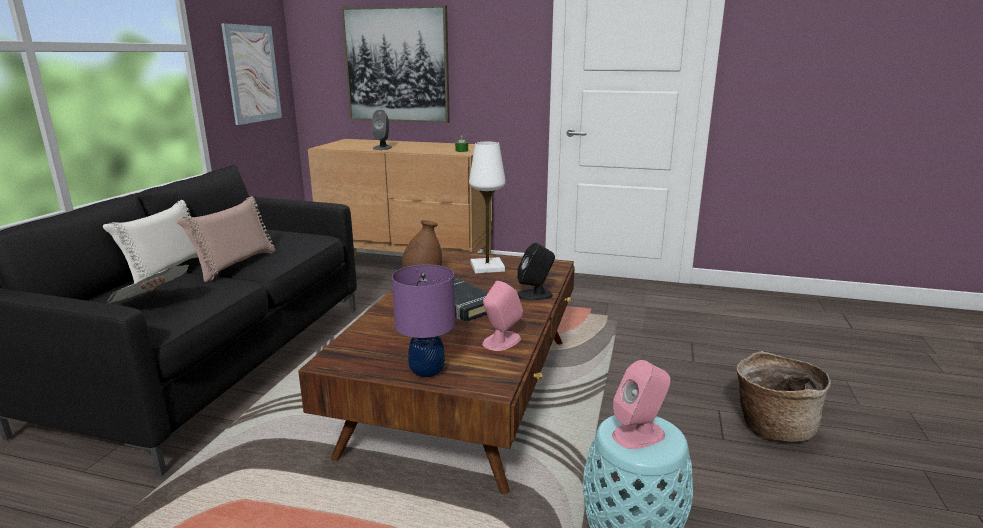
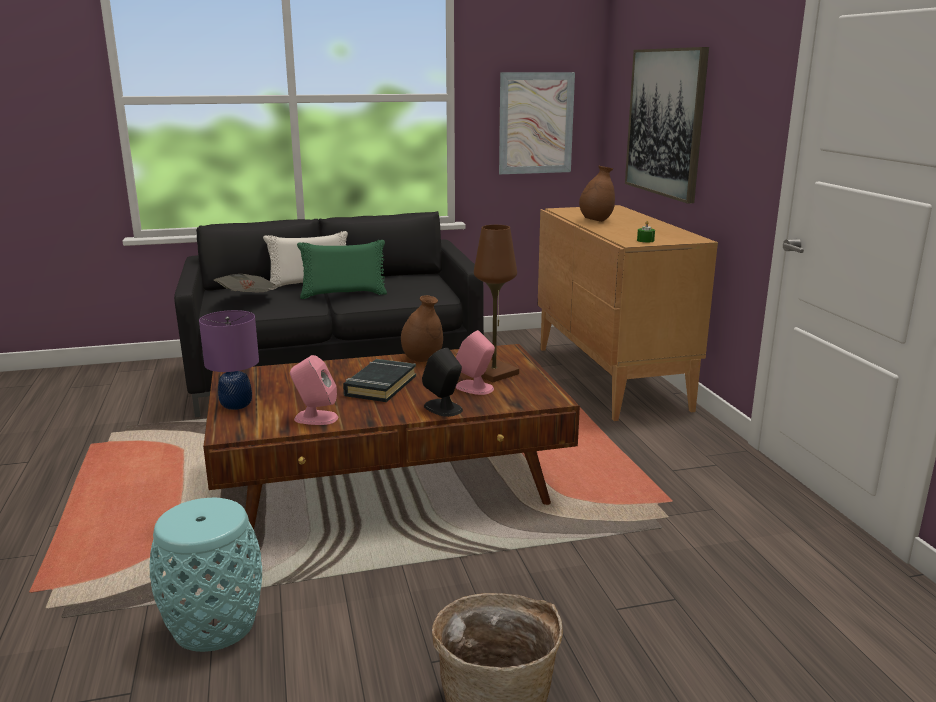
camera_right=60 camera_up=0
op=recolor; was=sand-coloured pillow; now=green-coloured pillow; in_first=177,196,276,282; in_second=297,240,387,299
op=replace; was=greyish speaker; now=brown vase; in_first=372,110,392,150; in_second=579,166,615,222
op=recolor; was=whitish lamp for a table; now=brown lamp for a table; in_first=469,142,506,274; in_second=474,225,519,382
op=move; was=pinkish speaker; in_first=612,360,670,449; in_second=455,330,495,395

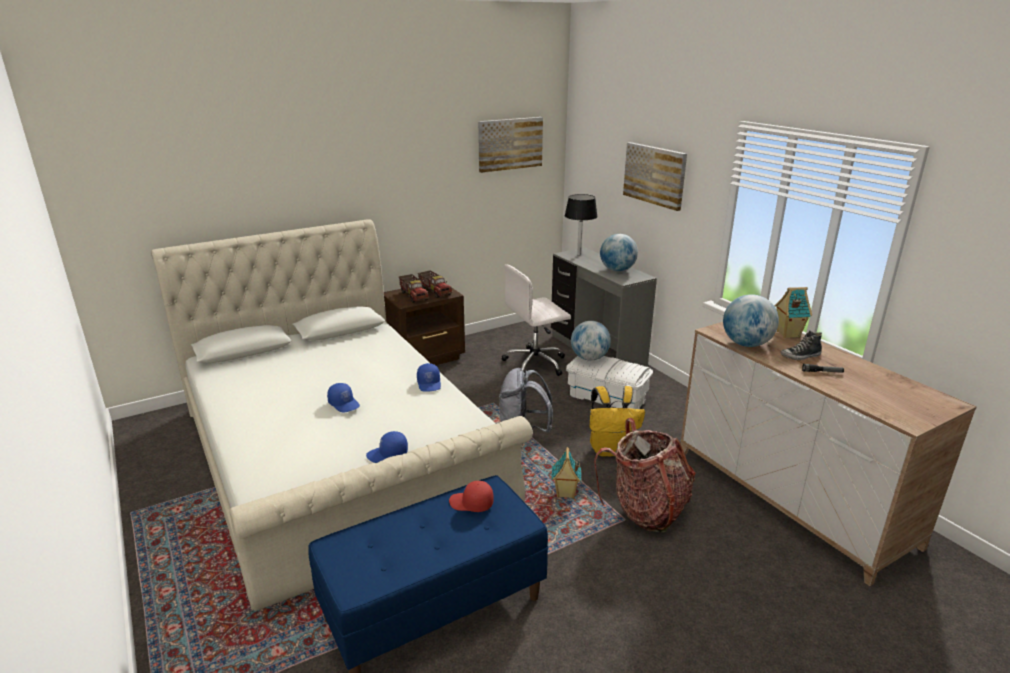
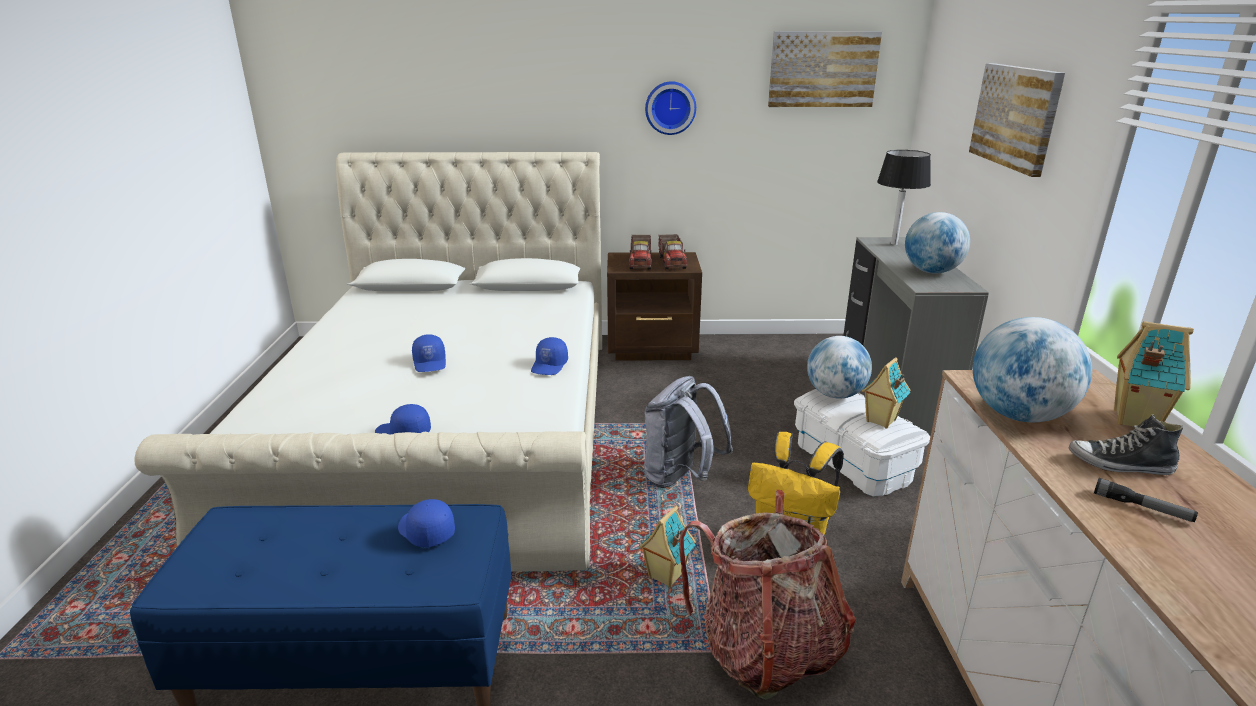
camera_right=30 camera_up=0
op=recolor; was=reddish baseball cap; now=blue-coloured baseball cap; in_first=449,481,494,512; in_second=398,499,455,547
op=delete; was=whitish office chair; in_first=501,264,571,376
op=insert; now=hanging clock; in_second=645,81,696,135
op=insert; now=miniature house; in_second=862,357,911,429

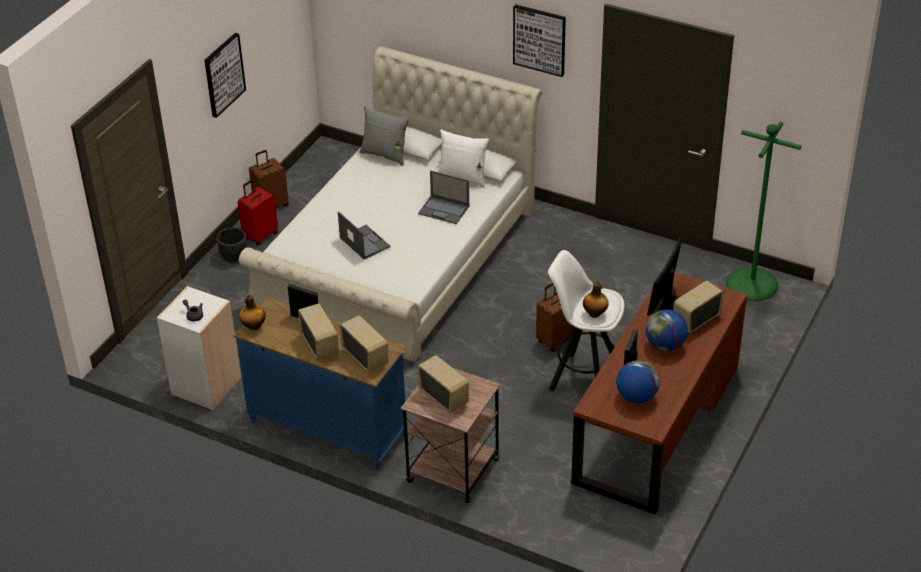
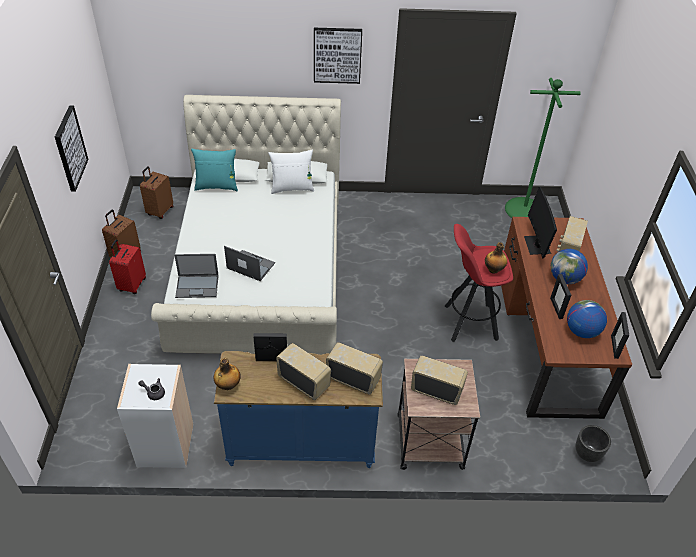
camera_right=-30 camera_up=5
op=move; was=black plant pot; in_first=216,227,247,263; in_second=576,425,611,462
op=recolor; was=greyish pillow; now=blue-green pillow; in_first=359,106,409,166; in_second=191,149,238,191
op=move; was=laptop; in_first=418,170,469,224; in_second=174,254,219,298
op=move; was=brown travel case; in_first=536,283,574,352; in_second=140,166,173,219
op=recolor; was=whitish stool; now=reddish stool; in_first=548,250,625,391; in_second=445,224,513,342
op=insert; now=picture frame; in_second=611,312,629,359

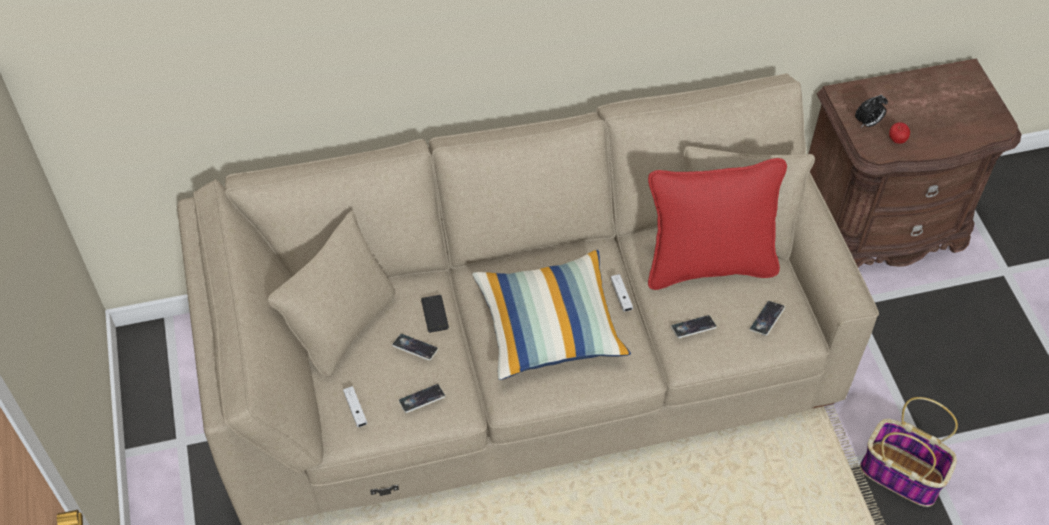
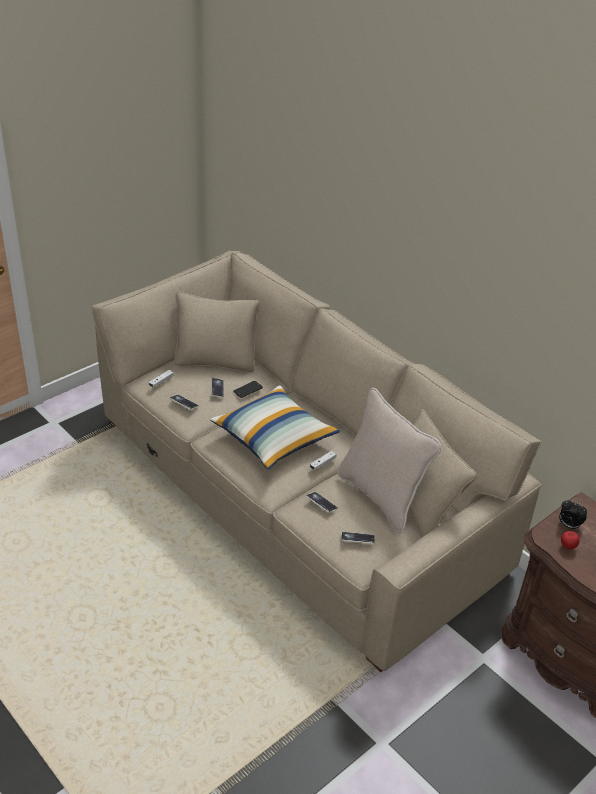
camera_right=60 camera_up=-15
op=recolor; was=reddish pillow; now=sand-coloured pillow; in_first=648,158,787,290; in_second=337,388,441,533
op=delete; was=household basket; in_first=860,397,958,507

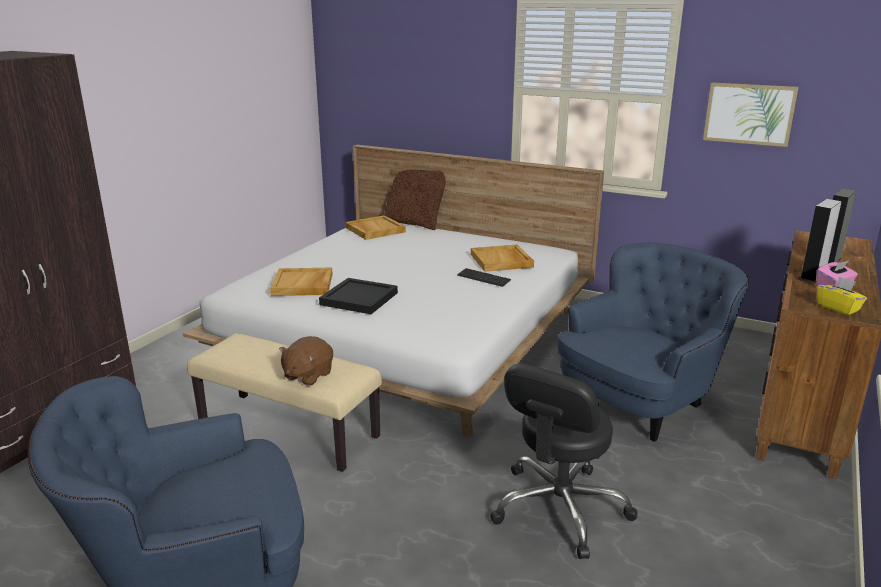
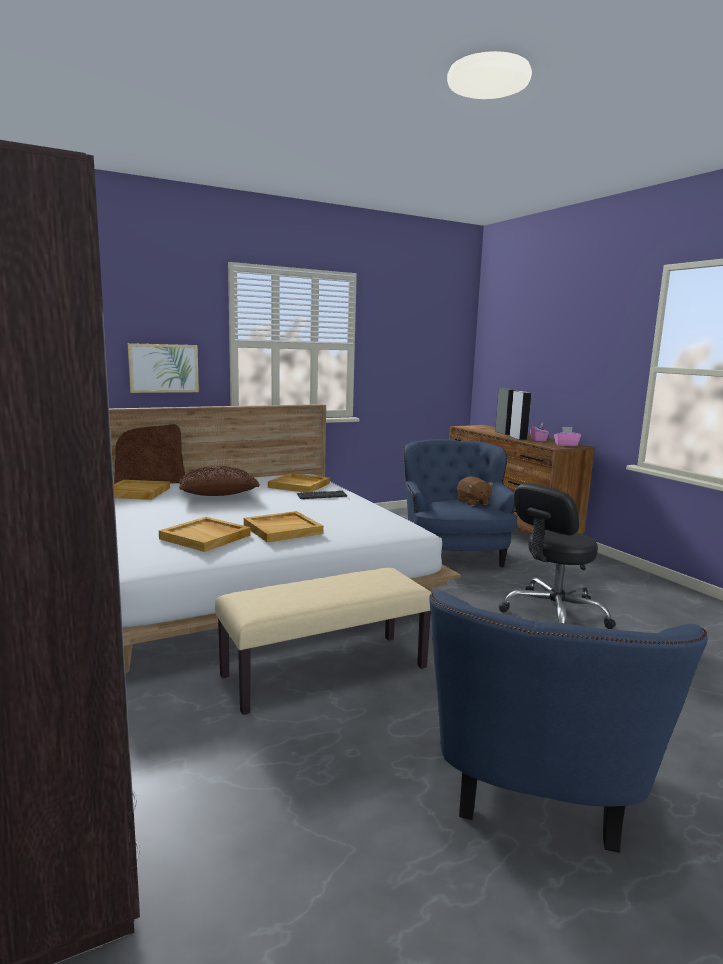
camera_right=-55 camera_up=-10
op=move; was=brown cuddly toy; in_first=279,336,333,386; in_second=457,477,493,506
op=recolor; was=black serving tray; now=sand-coloured serving tray; in_first=319,278,398,314; in_second=244,511,323,543
op=rotate; was=black office chair; in_first=490,363,637,559; in_second=499,483,616,629; clockwise=75
op=move; was=wall picture; in_first=703,82,799,147; in_second=127,343,199,393
op=recolor; was=yellow box of tissues; now=pinkish box of tissues; in_first=817,276,867,315; in_second=554,427,581,446
op=insert; now=brown pillow; in_second=179,466,260,496

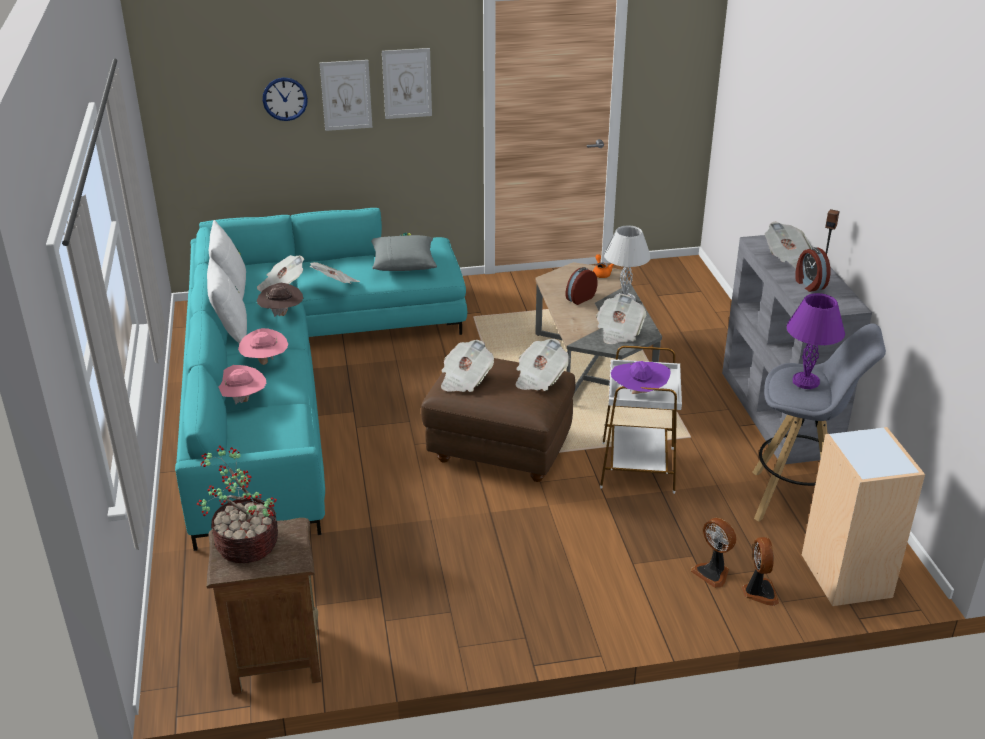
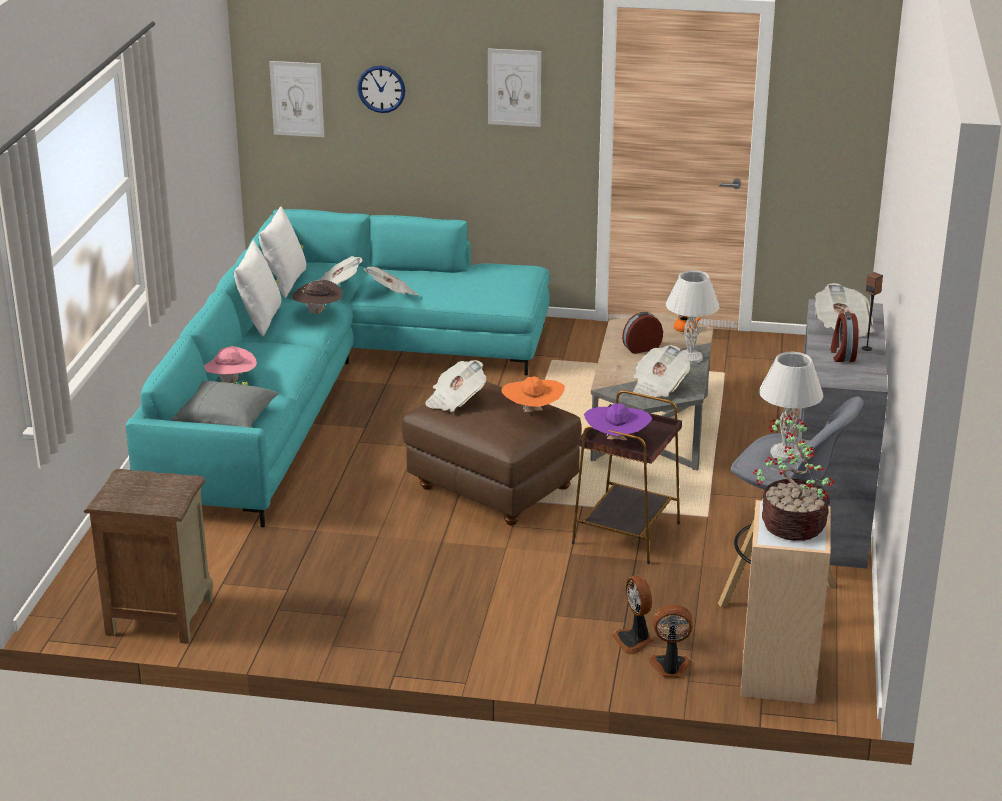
camera_right=20 camera_up=-5
op=move; was=houseplant; in_first=197,446,278,563; in_second=752,415,835,541
op=delete; was=pinkish clothing hat; in_first=238,328,288,365
op=move; was=wall picture; in_first=320,60,372,131; in_second=269,61,324,137
op=move; was=greyish pillow; in_first=371,232,437,271; in_second=171,380,278,427
op=replace; was=daily paper; now=orange clothing hat; in_first=516,339,569,391; in_second=501,376,565,412
op=recolor; was=whitish side table; now=brown side table; in_first=600,346,682,494; in_second=572,390,682,564
op=rotate; was=cooling fan; in_first=742,537,779,606; in_second=649,604,693,678; clockwise=-105
op=recolor; was=purple-coloured lamp for a table; now=whitish lamp for a table; in_first=786,293,845,389; in_second=759,351,823,461

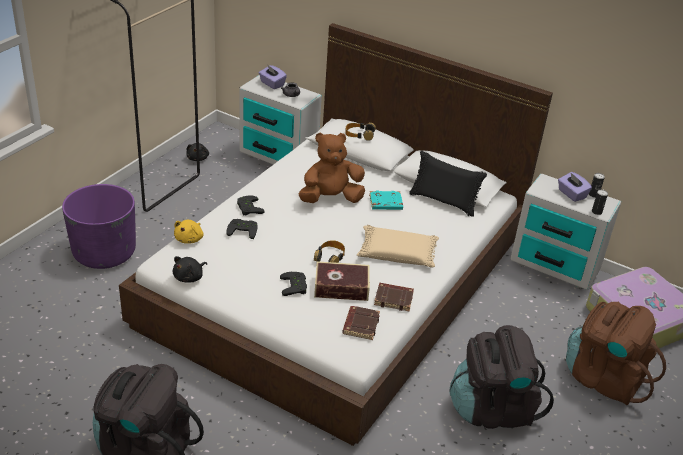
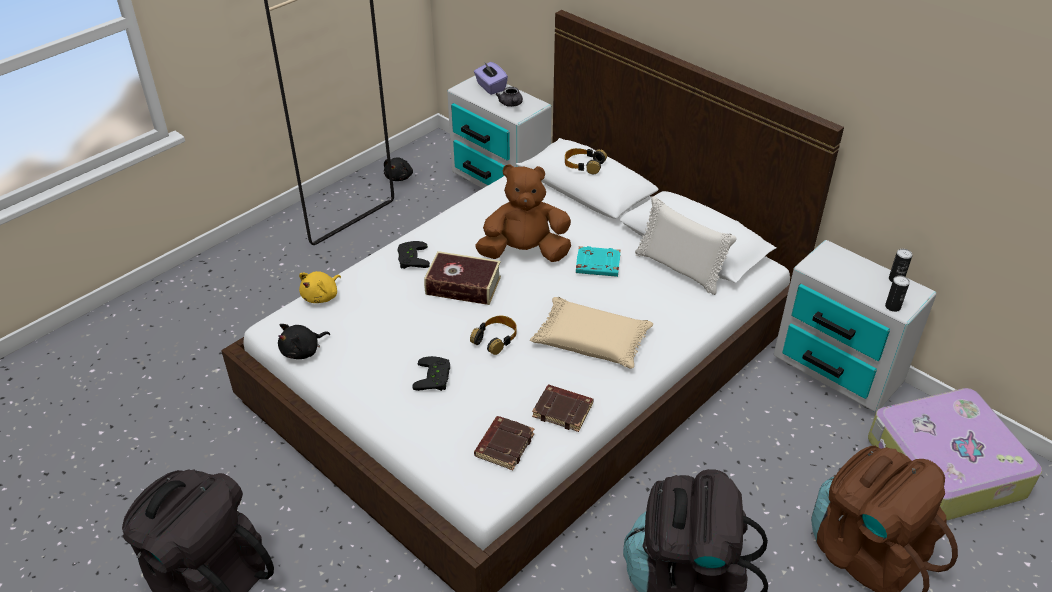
camera_right=15 camera_up=5
op=delete; was=purple-coloured plant pot; in_first=62,184,136,269
op=delete; was=black gamepad; in_first=226,219,258,239
op=move; was=bound book; in_first=314,261,370,301; in_second=424,251,501,305
op=recolor; was=black pillow; now=whitish pillow; in_first=409,151,487,217; in_second=635,196,737,295
op=delete; was=purple-coloured box of tissues; in_first=558,172,592,202

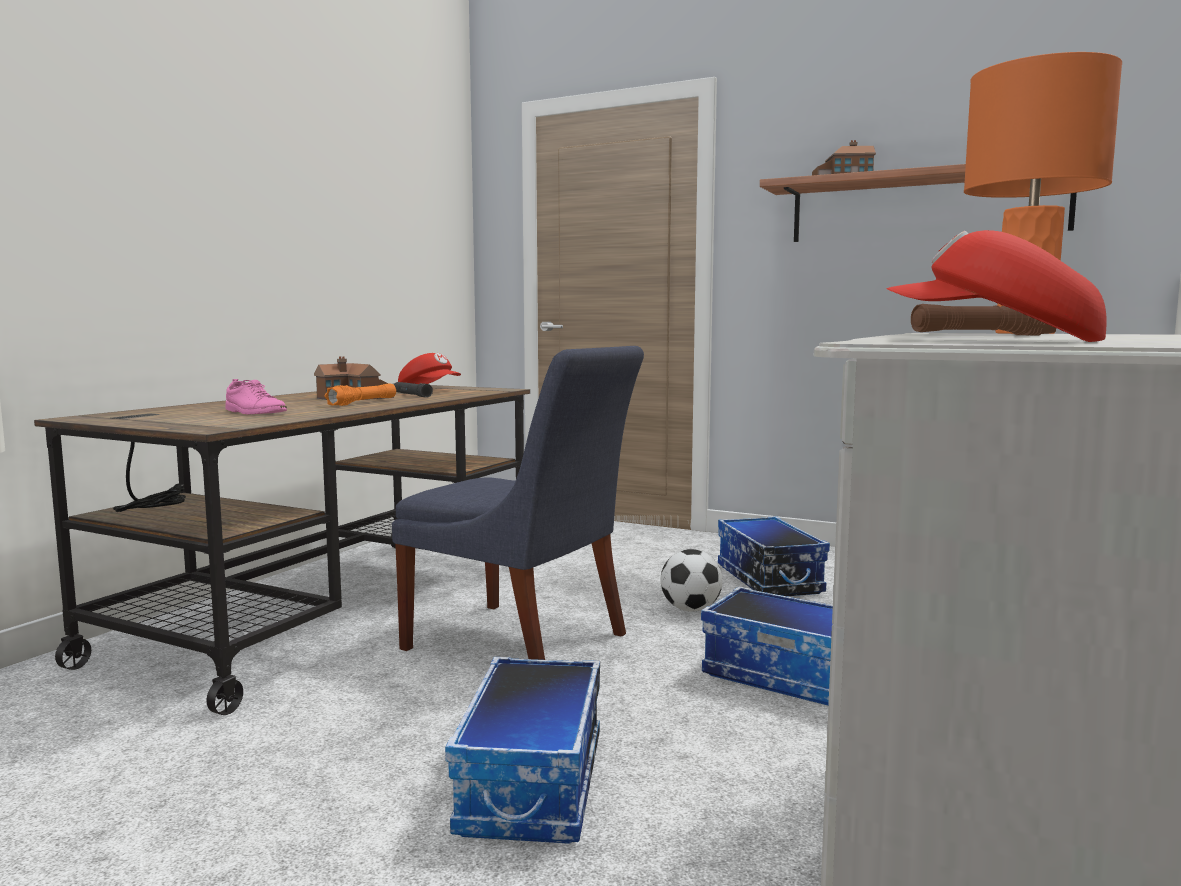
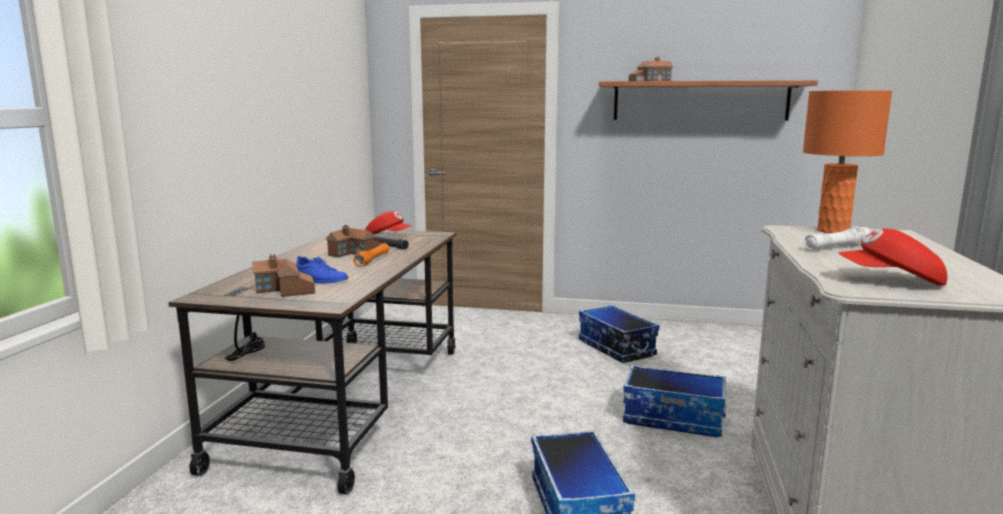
camera_right=-15 camera_up=5
op=recolor; was=pinkish item of footwear; now=blue-coloured item of footwear; in_first=225,379,287,414; in_second=296,256,348,284
op=delete; was=blue-coloured plain chair; in_first=392,346,644,660
op=delete; was=football; in_first=661,549,723,612
op=recolor; was=brown flashlight; now=whitish flashlight; in_first=911,304,1056,336; in_second=804,226,870,250
op=insert; now=miniature house; in_second=252,254,315,297

